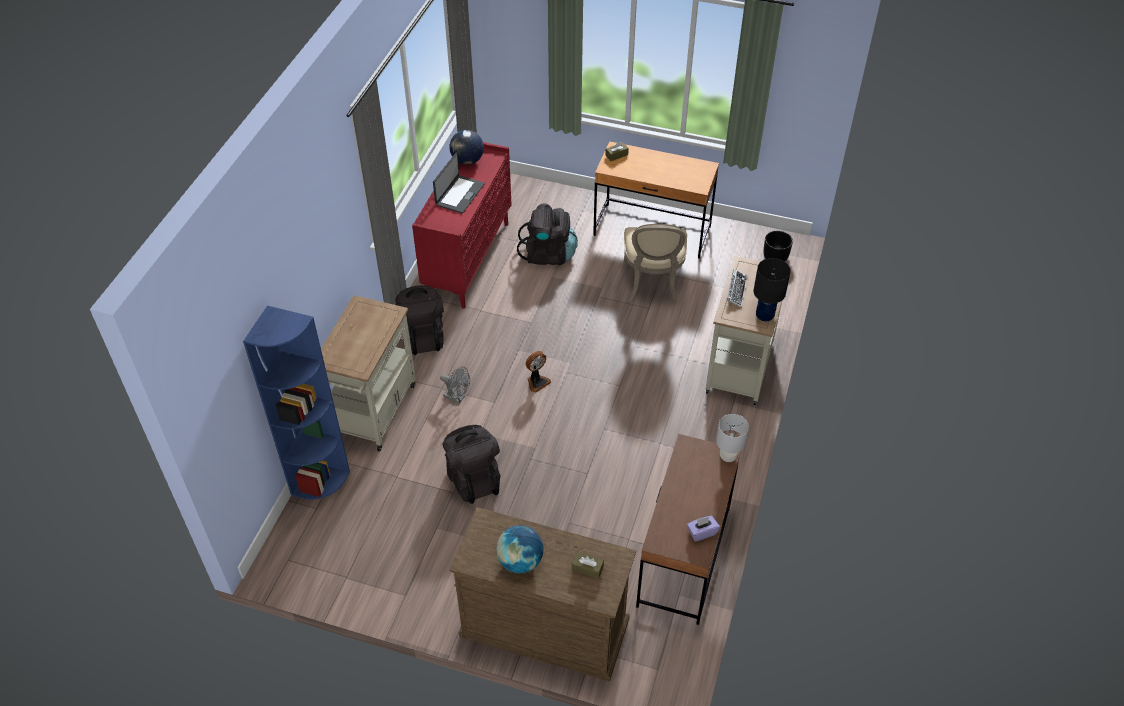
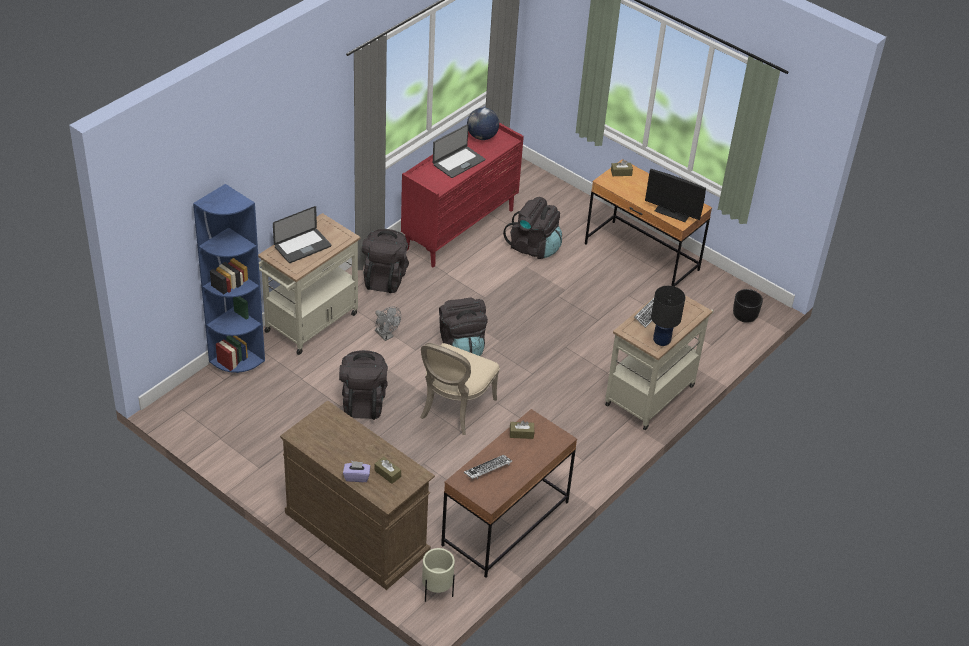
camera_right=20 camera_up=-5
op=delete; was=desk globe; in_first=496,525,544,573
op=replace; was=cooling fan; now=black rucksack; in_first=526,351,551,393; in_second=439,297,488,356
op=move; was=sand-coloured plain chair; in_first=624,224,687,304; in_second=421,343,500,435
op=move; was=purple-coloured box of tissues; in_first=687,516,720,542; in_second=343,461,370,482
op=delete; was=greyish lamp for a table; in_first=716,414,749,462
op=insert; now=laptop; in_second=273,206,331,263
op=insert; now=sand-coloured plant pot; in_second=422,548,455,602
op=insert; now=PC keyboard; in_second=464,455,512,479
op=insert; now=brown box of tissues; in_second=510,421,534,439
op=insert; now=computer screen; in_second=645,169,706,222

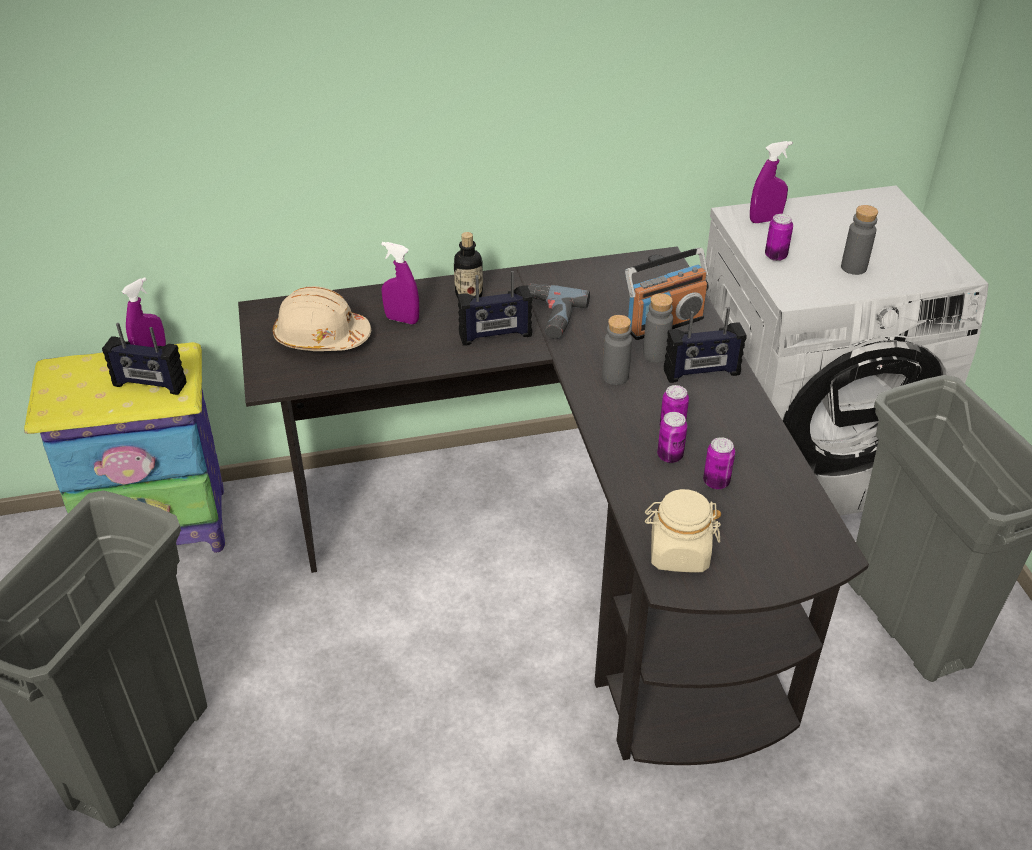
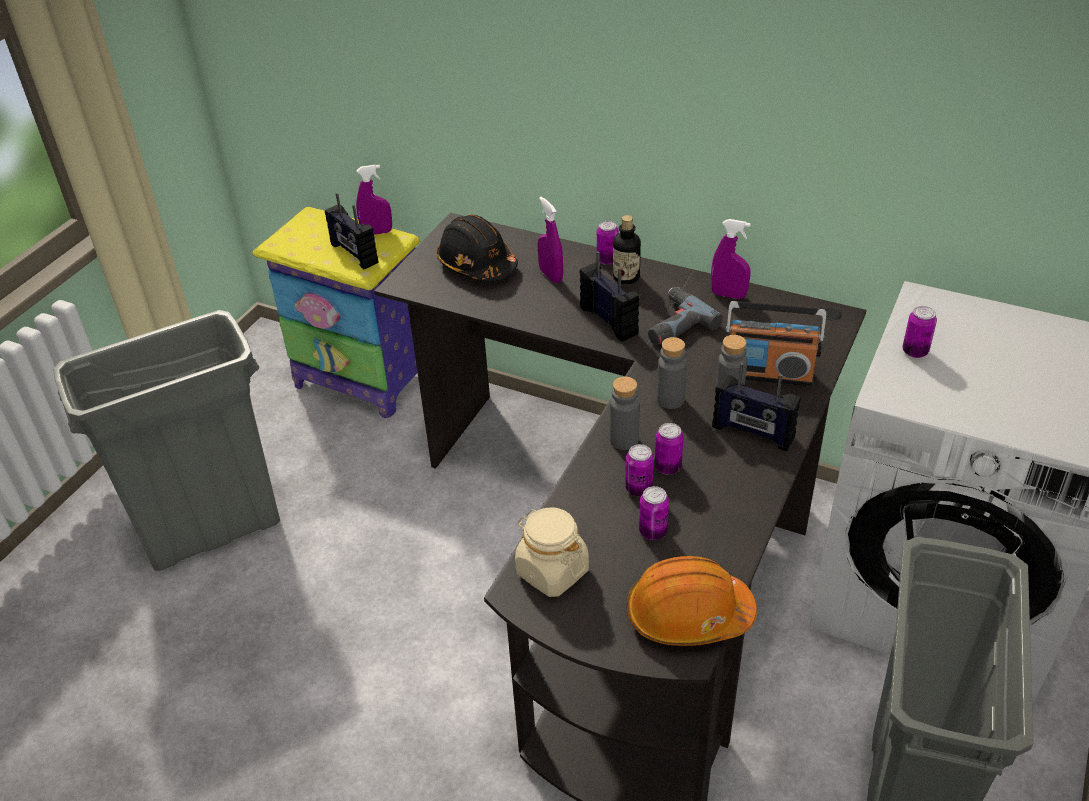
camera_right=40 camera_up=0
op=recolor; was=sand-coloured work helmet; now=black work helmet; in_first=273,286,371,351; in_second=436,215,518,282
op=rotate; was=radio; in_first=457,271,532,346; in_second=580,251,639,342; clockwise=-150
op=move; was=purple-coloured spray bottle; in_first=750,141,792,223; in_second=711,219,751,299
op=move; was=greyish beverage bottle; in_first=841,205,878,275; in_second=610,377,640,450
op=insert; now=metal can; in_second=597,221,619,265
op=insert; now=orange work helmet; in_second=627,556,757,646

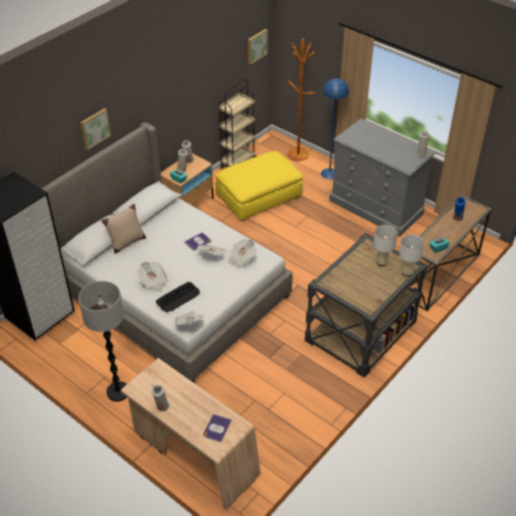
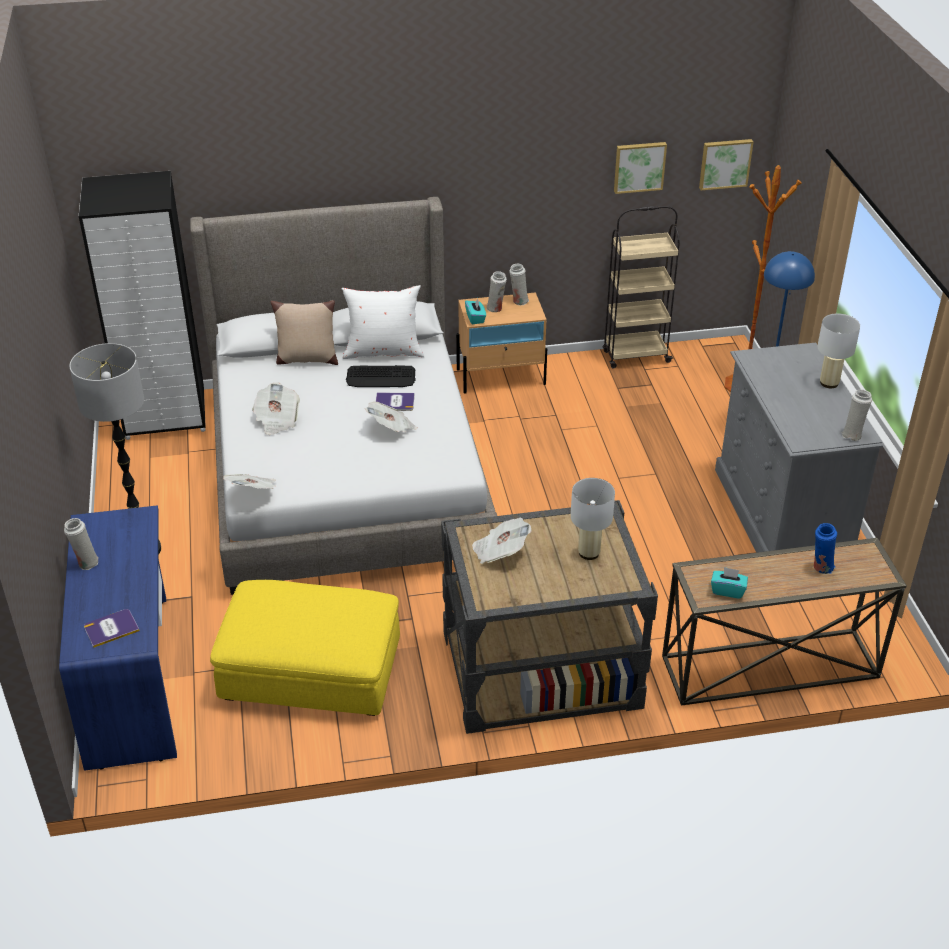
camera_right=40 camera_up=-5
op=move; was=wall picture; in_first=80,108,111,150; in_second=614,142,667,194
op=recolor; was=sand-coloured desk unit; now=blue-coloured desk unit; in_first=121,358,261,510; in_second=59,506,177,771
op=move; was=PC keyboard; in_first=156,282,200,312; in_second=346,365,416,387
op=move; was=yellow pouffe; in_first=215,151,303,221; in_second=210,580,400,716
op=move; was=daily paper; in_first=227,239,257,268; in_second=472,518,531,564
op=move; was=whitish lamp for a table; in_first=399,234,424,276; in_second=818,313,860,388
op=insert; now=whitish pillow; in_second=342,285,424,359

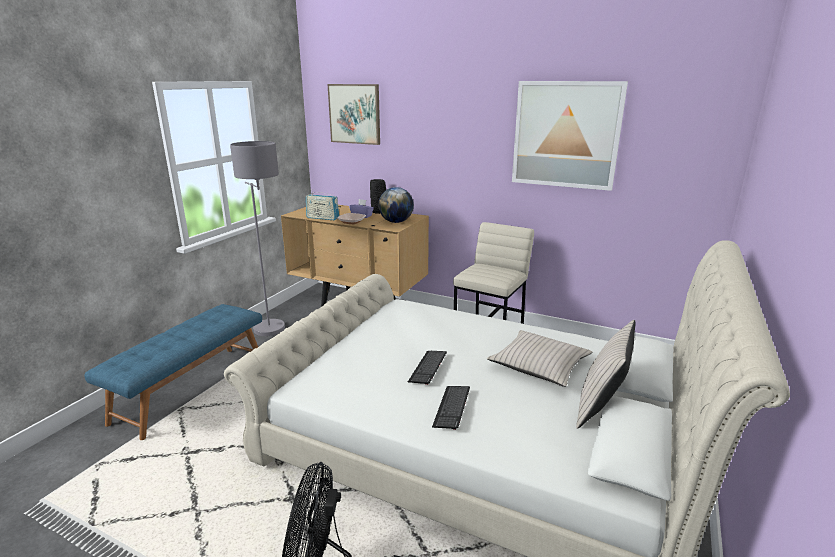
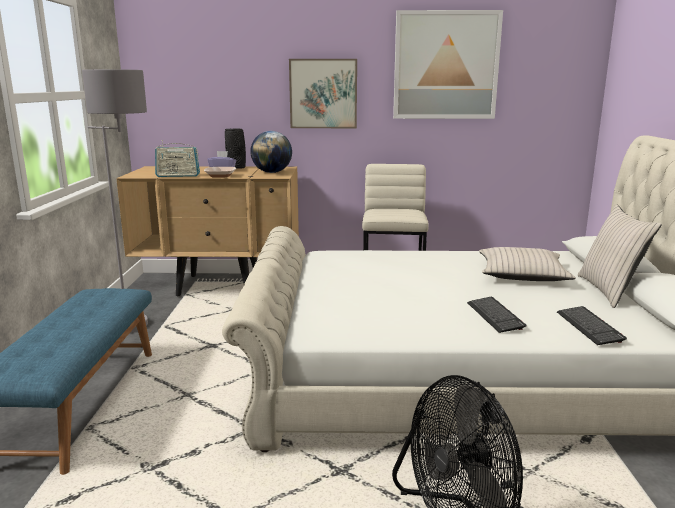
camera_right=-25 camera_up=-5
op=move; was=wall picture; in_first=327,84,380,145; in_second=289,59,357,128
op=move; was=PC keyboard; in_first=408,351,447,385; in_second=557,306,627,345

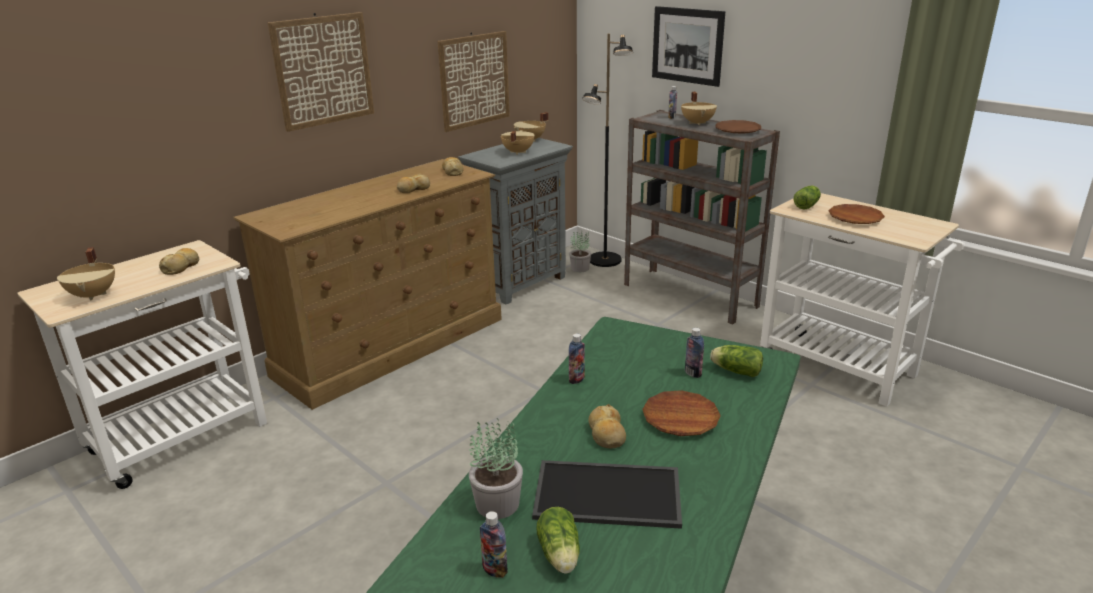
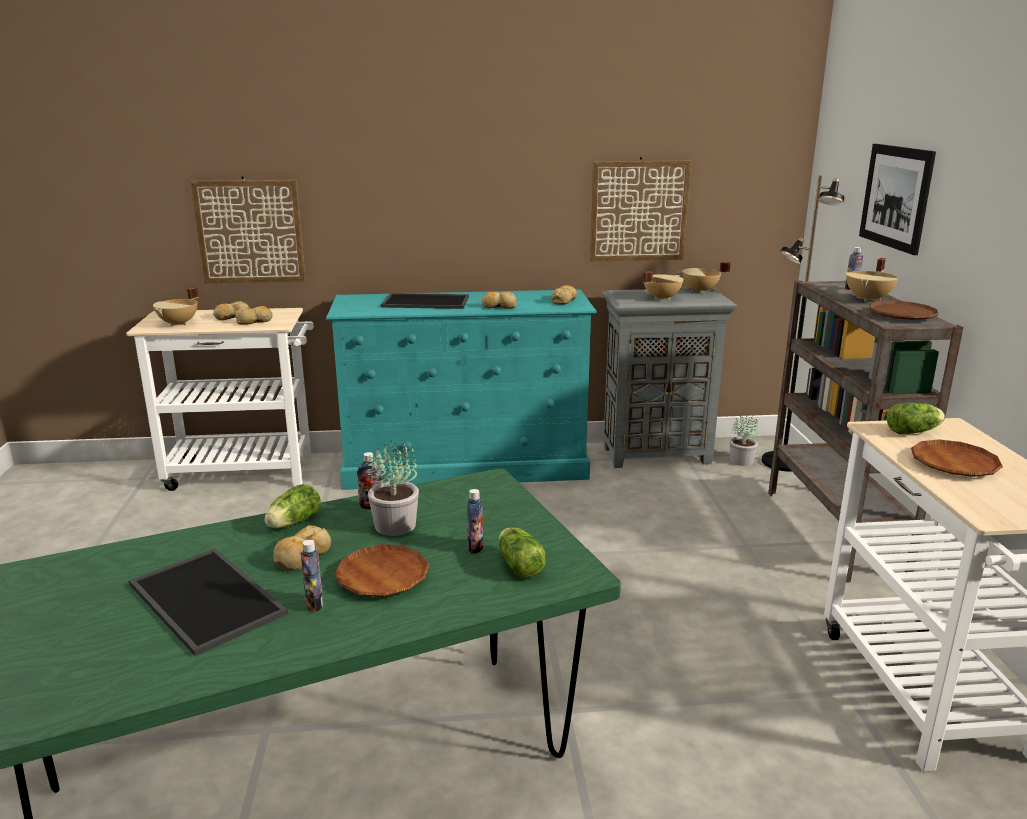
camera_right=40 camera_up=-5
op=recolor; was=brown dresser; now=blue-green dresser; in_first=233,159,502,410; in_second=326,289,597,490
op=move; was=wall picture; in_first=268,12,374,132; in_second=190,176,306,284
op=move; was=houseplant; in_first=469,418,523,519; in_second=368,440,419,536
op=move; was=beverage bottle; in_first=480,511,508,578; in_second=301,540,323,612
op=move; was=lettuce; in_first=537,507,580,573; in_second=265,484,321,528
op=insert; now=baked bread; in_second=213,301,249,320
op=insert; now=serving tray; in_second=381,293,469,309

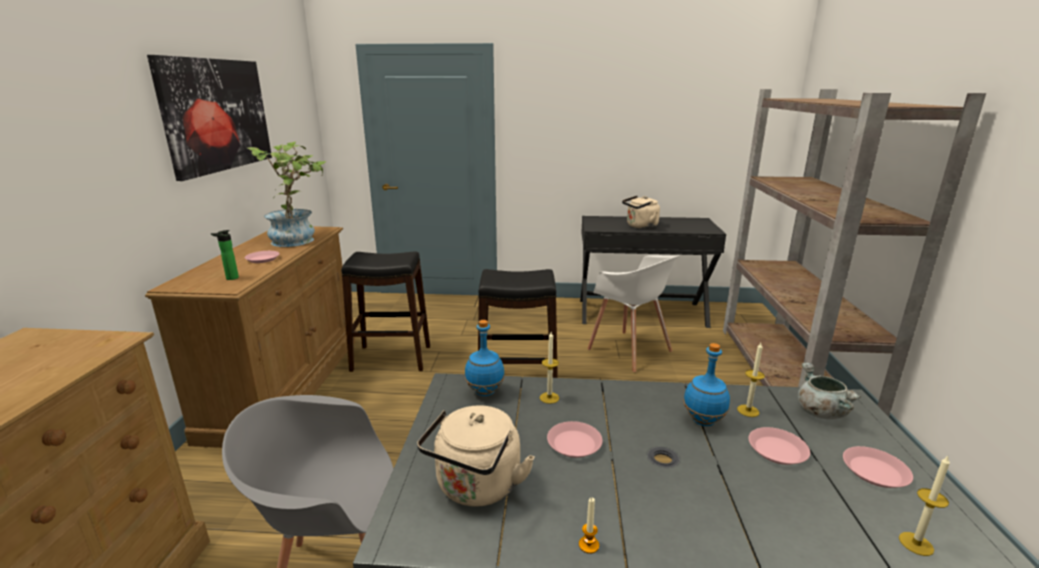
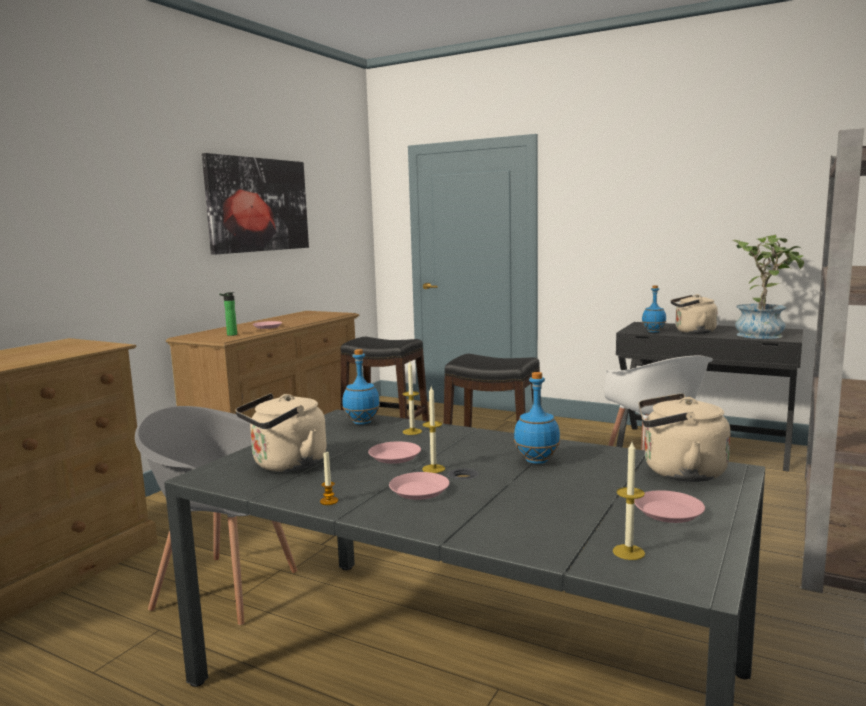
camera_right=25 camera_up=-10
op=move; was=houseplant; in_first=247,141,327,247; in_second=733,235,804,339
op=move; was=wax candle; in_first=737,343,765,417; in_second=422,386,445,473
op=move; was=pinkish dinner plate; in_first=748,427,810,465; in_second=389,472,450,500
op=replace; was=greyish saucepot; now=sand-coloured kettle; in_first=798,363,861,419; in_second=638,393,731,482
op=insert; now=blue-coloured beverage bottle; in_second=642,285,666,333

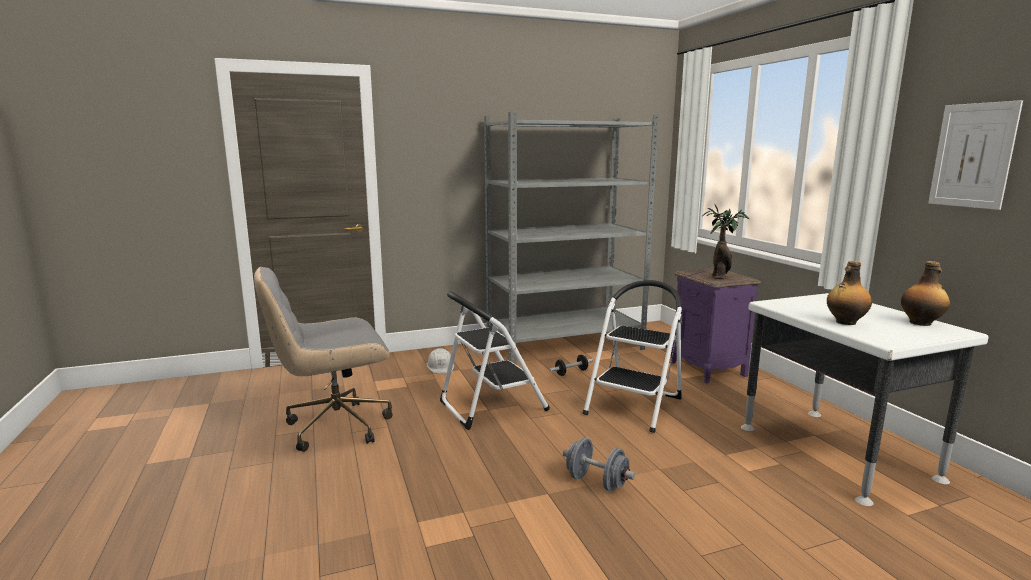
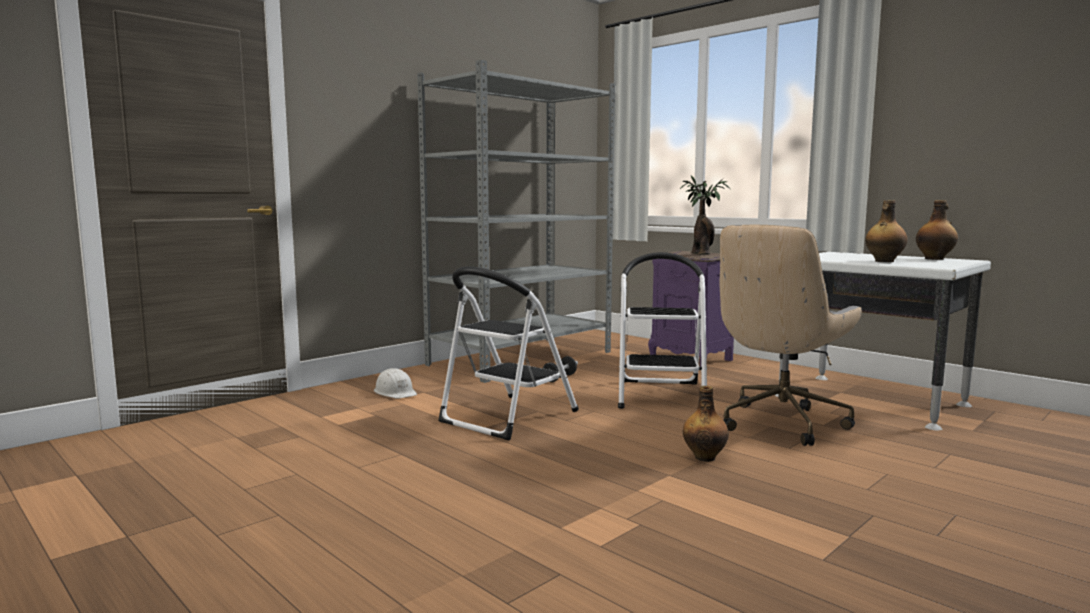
camera_right=-25 camera_up=-5
op=move; was=greyish office chair; in_first=254,267,392,452; in_second=720,225,862,446
op=replace; was=greyish free weight; now=beverage bottle; in_first=563,438,635,492; in_second=683,386,729,462
op=delete; was=wall picture; in_first=928,100,1023,210

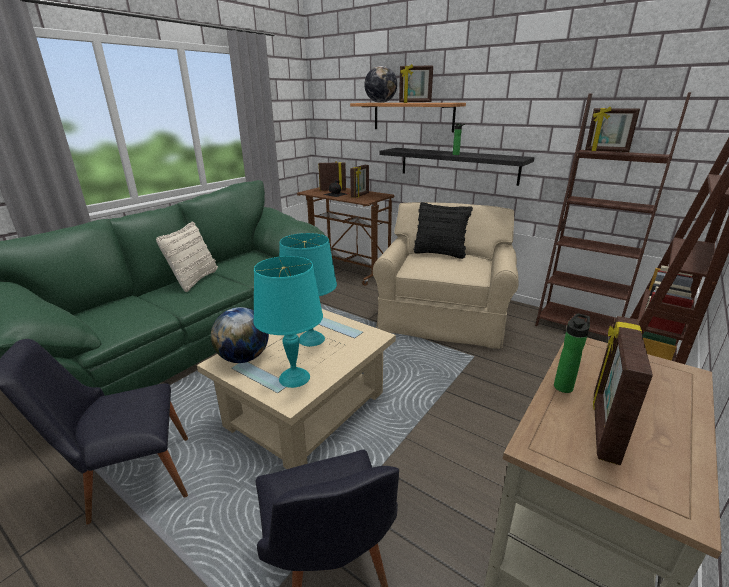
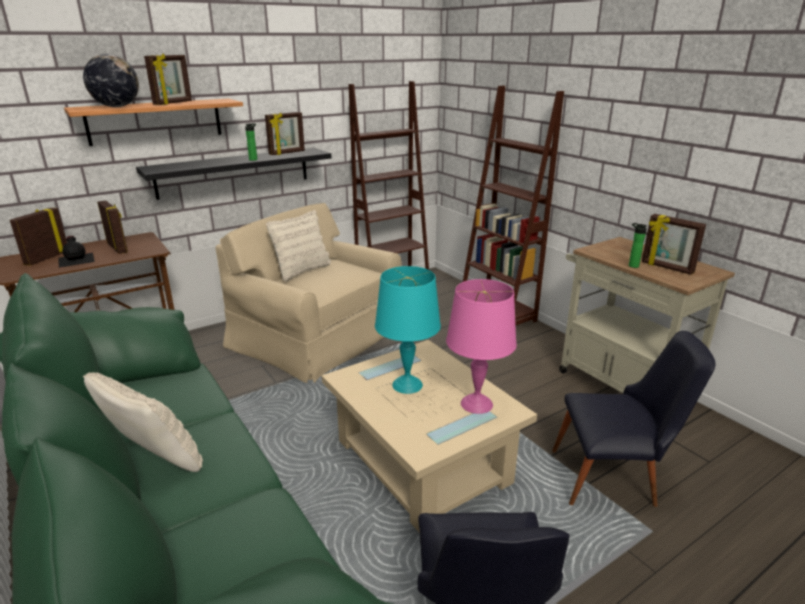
camera_right=-70 camera_up=0
op=delete; was=desk globe; in_first=211,307,269,363
op=recolor; was=blue-green lamp for a table; now=pinkish lamp for a table; in_first=253,256,323,388; in_second=446,279,517,414
op=recolor; was=black pillow; now=sand-coloured pillow; in_first=414,202,473,259; in_second=266,210,331,281
op=move; was=picture frame; in_first=585,107,640,152; in_second=265,112,305,155

